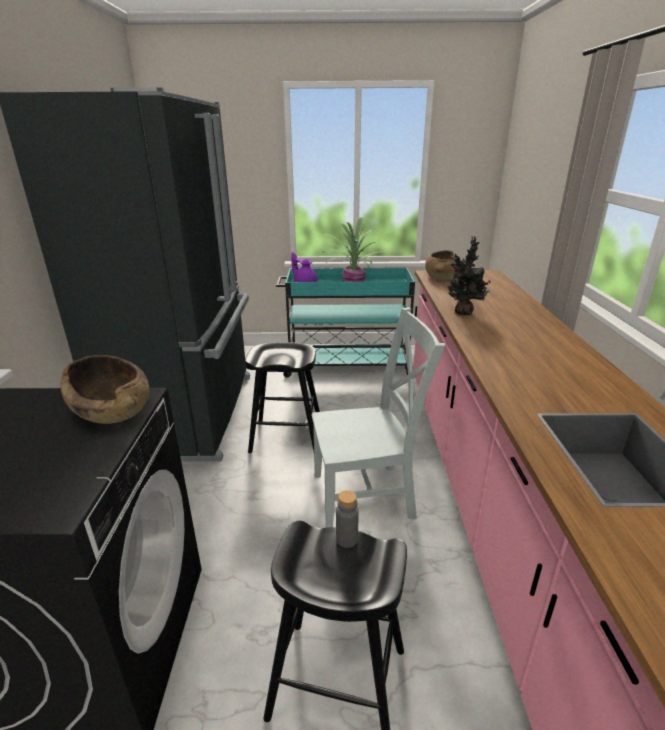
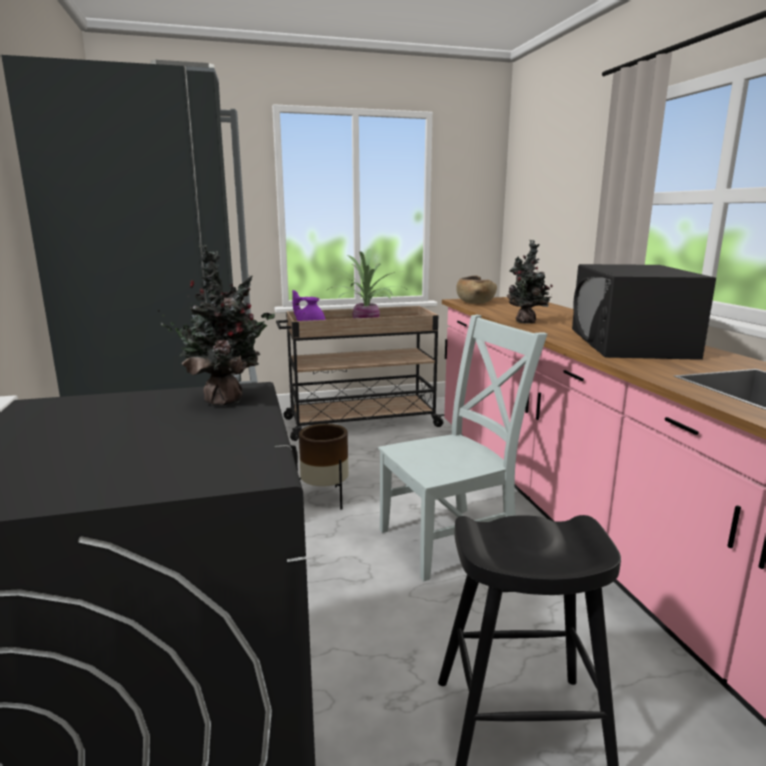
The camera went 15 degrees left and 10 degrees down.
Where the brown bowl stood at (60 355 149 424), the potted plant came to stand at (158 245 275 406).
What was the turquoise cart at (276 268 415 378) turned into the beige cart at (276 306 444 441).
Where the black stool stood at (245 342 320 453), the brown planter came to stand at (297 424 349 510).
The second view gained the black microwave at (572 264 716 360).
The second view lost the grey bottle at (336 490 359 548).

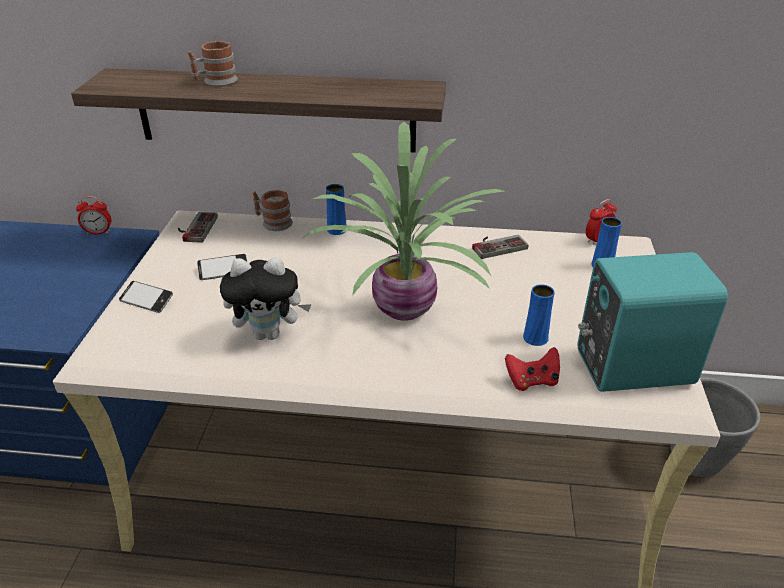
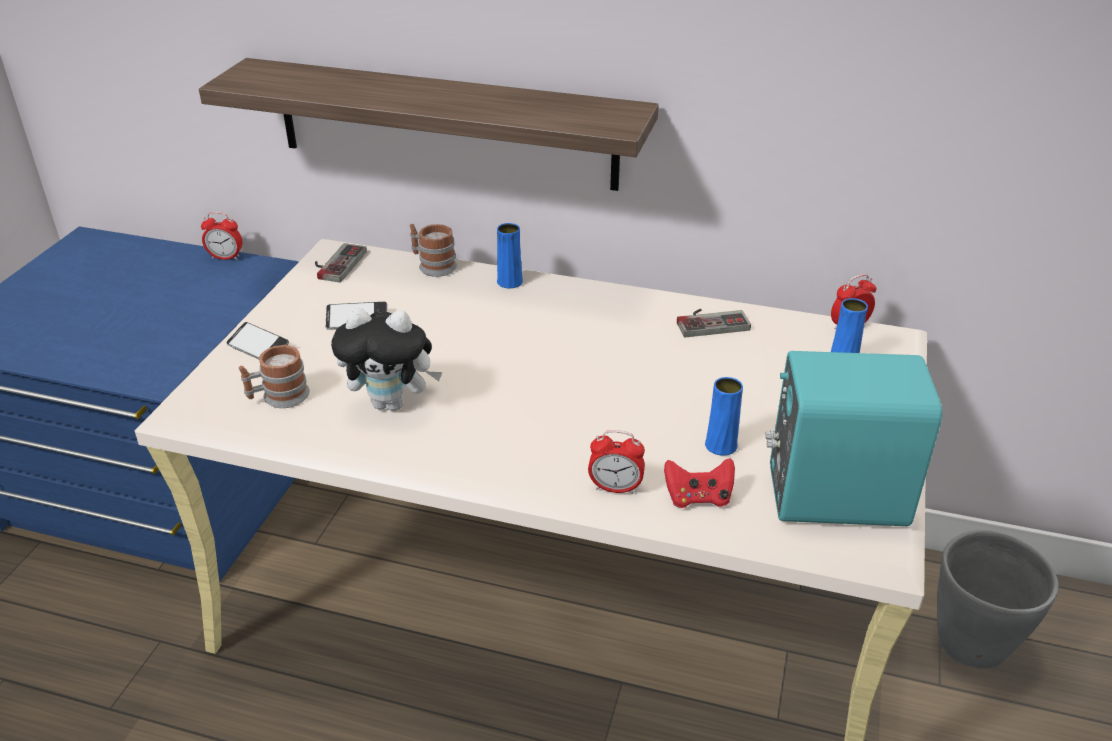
The camera went 10 degrees right and 0 degrees up.
The mug ended up elsewhere, having gone from (188 41 238 86) to (239 345 310 408).
The second view gained the alarm clock at (588 430 645 494).
The second view lost the potted plant at (303 122 505 321).

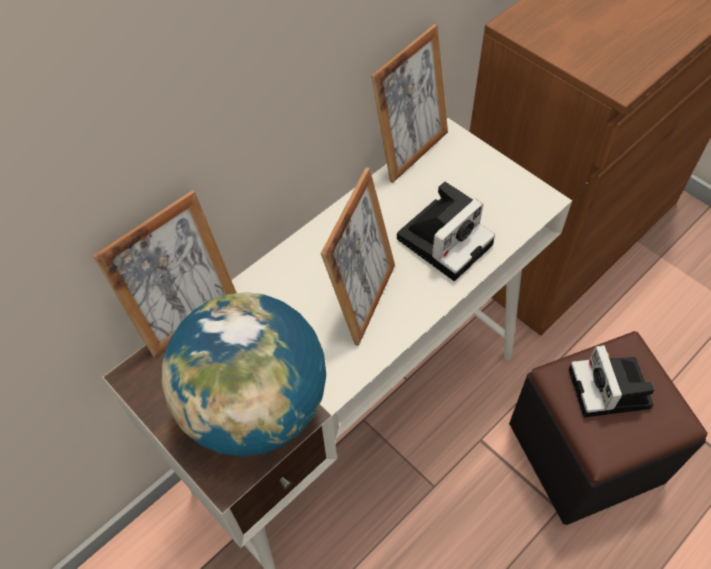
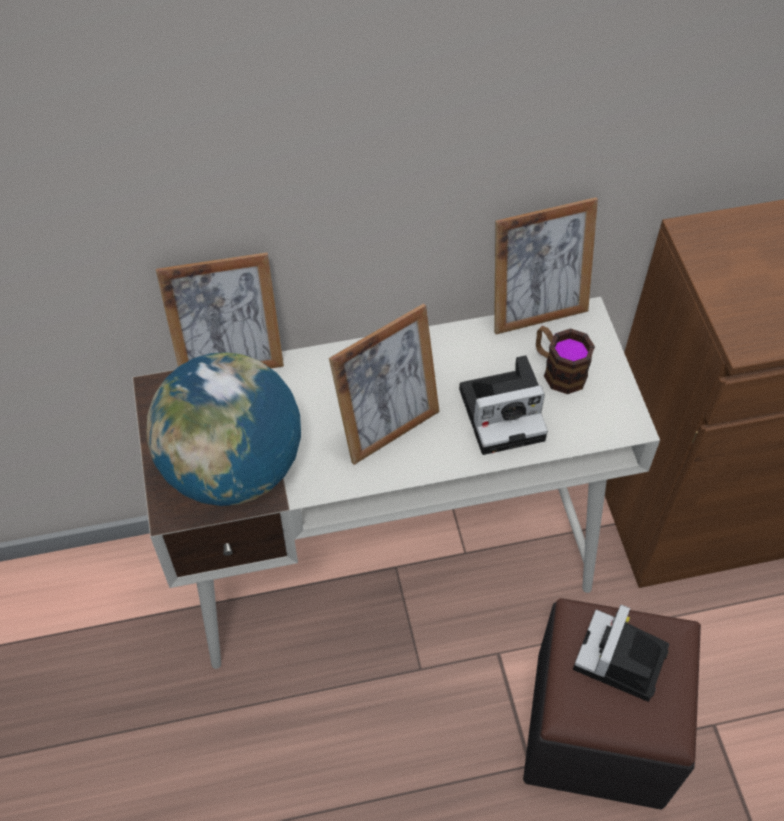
The camera went 30 degrees right and 0 degrees up.
The second view gained the mug at (536 326 595 394).

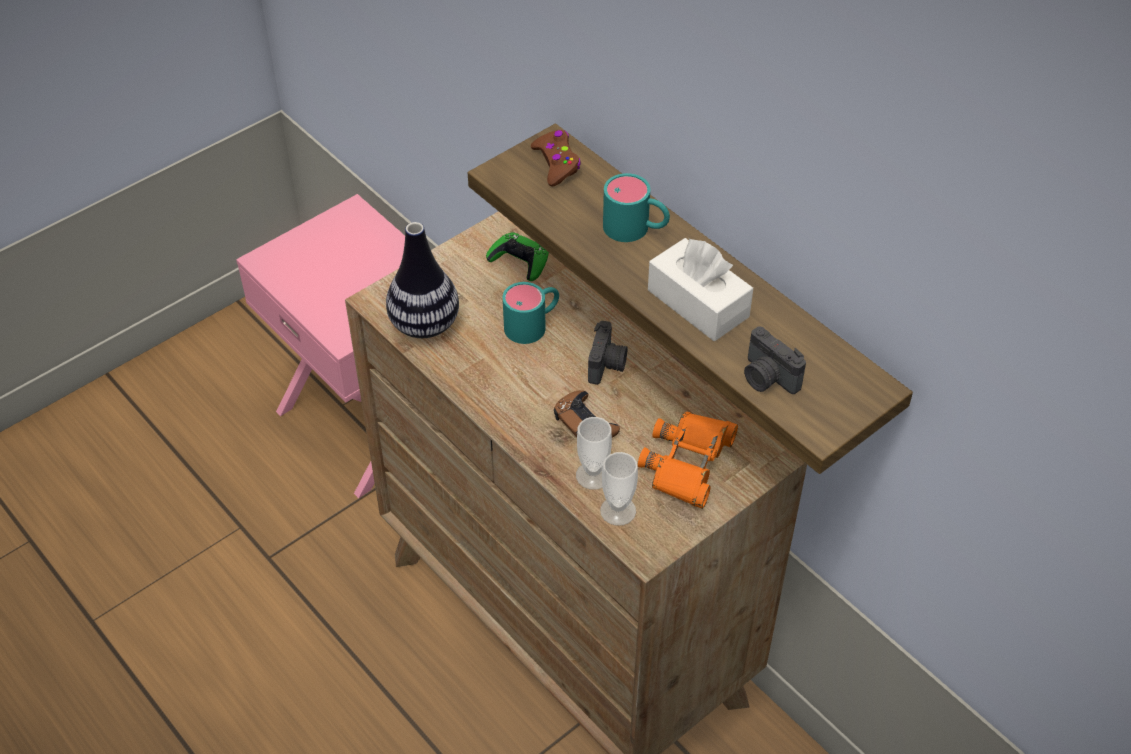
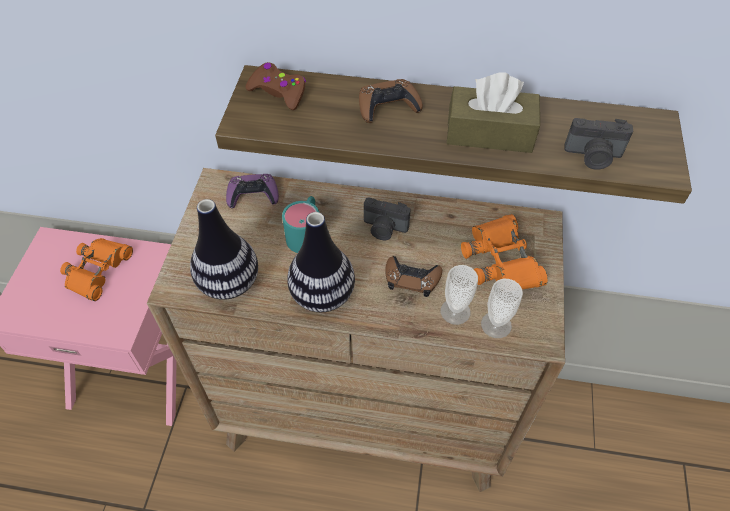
The camera went 40 degrees left and 5 degrees up.
The second view gained the orange binoculars at (60 238 133 301).
What was the green game controller at (486 232 549 281) turned into the purple game controller at (226 174 279 208).
The second view gained the vase at (287 212 355 312).
Where the turquoise mug stood at (603 173 670 242), the brown game controller came to stand at (359 79 423 123).
The photo camera at (588 321 628 385) ended up facing another way, 135 degrees clockwise from before.
What was the white tissue box at (648 238 753 341) turned into the brown tissue box at (447 72 540 153).

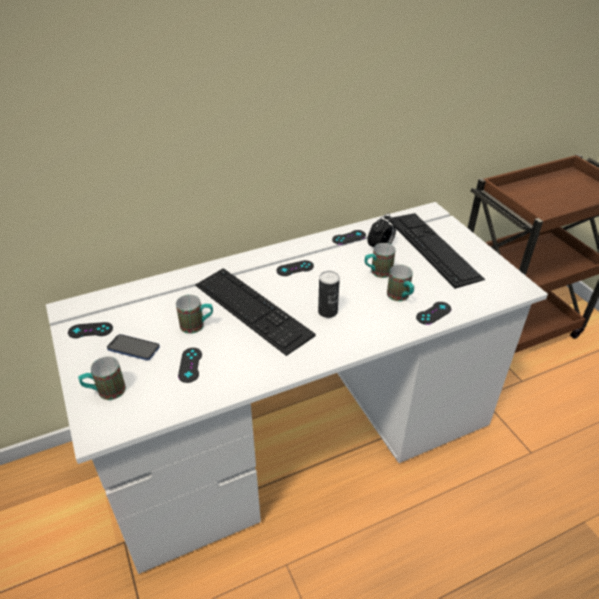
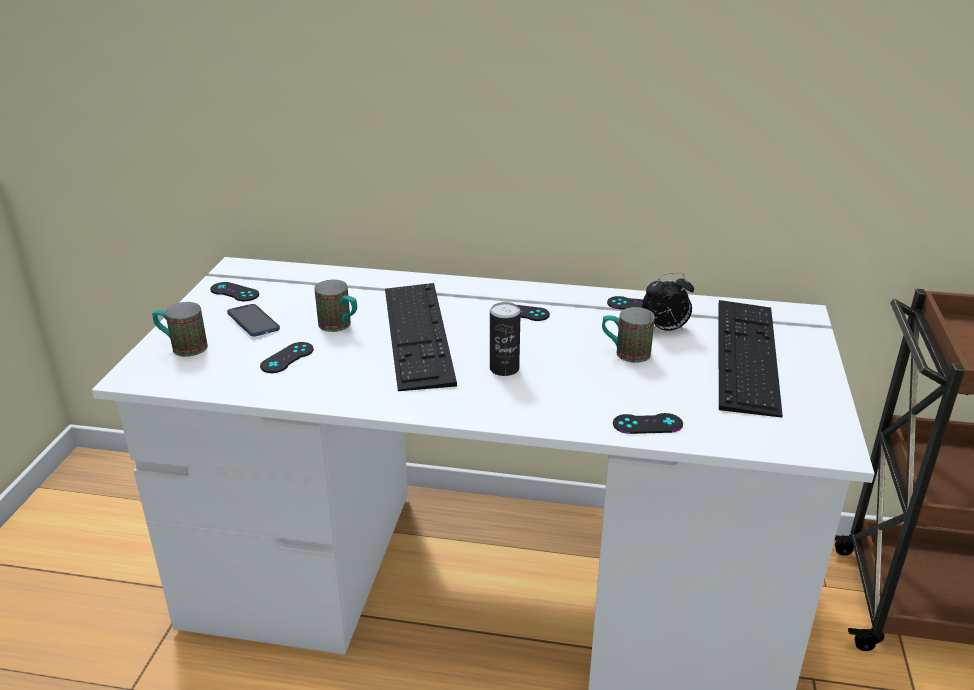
The camera went 35 degrees right and 10 degrees down.
The second view lost the mug at (387 265 414 301).

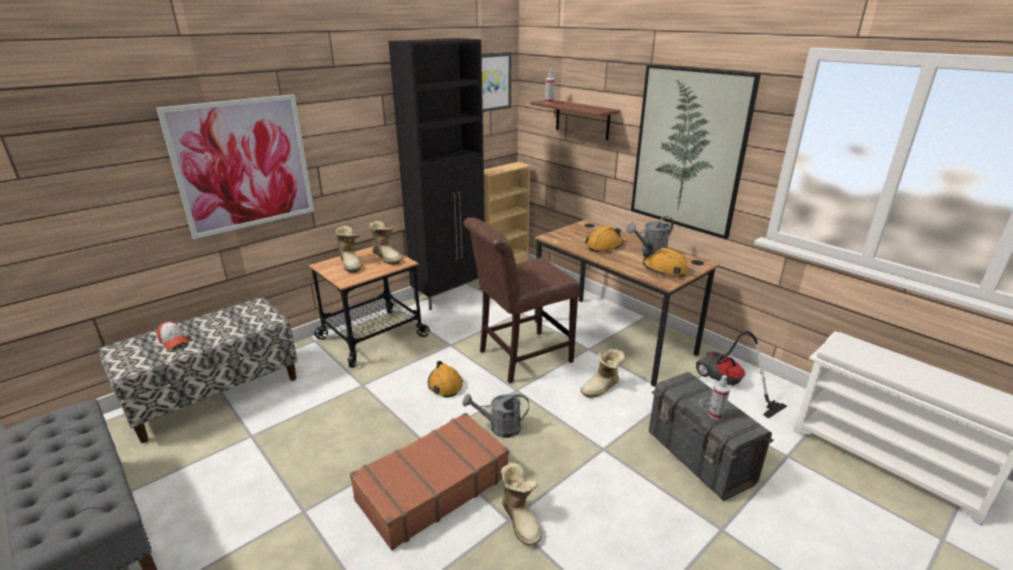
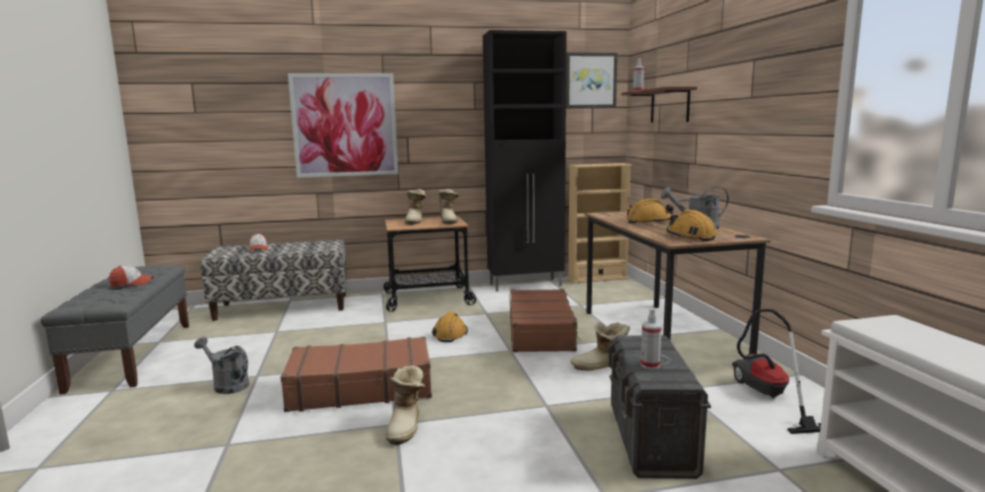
The camera went 30 degrees right and 15 degrees down.
The second view gained the cap at (109 265 154 287).
The grey watering can ended up elsewhere, having gone from (462 394 529 438) to (194 337 249 394).
Where the brown chair stood at (464 218 580 383), the brown suitcase came to stand at (509 289 581 352).
The second view lost the picture at (631 65 761 239).

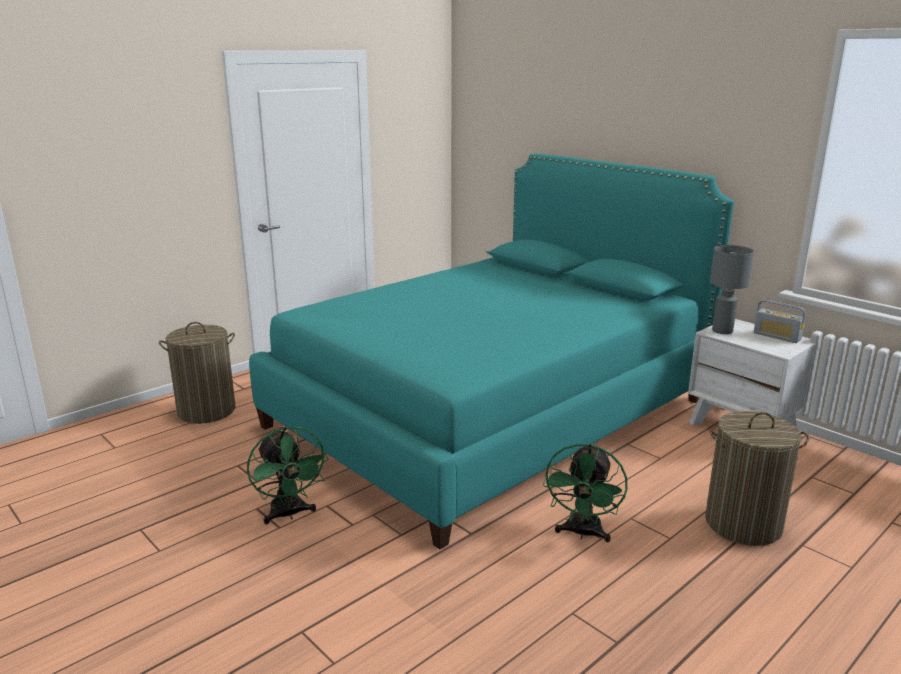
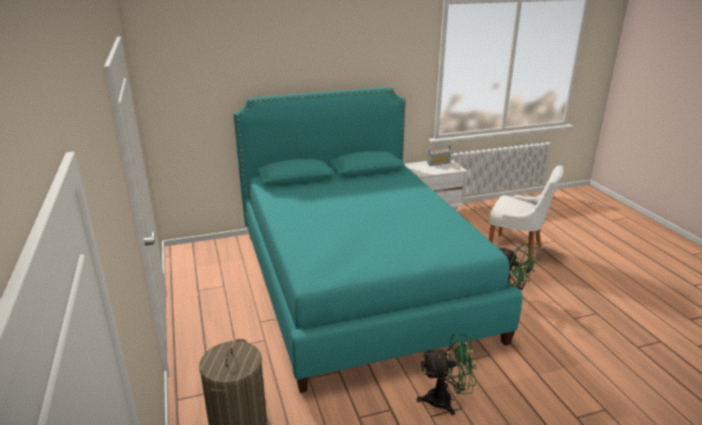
The camera went 65 degrees left and 5 degrees up.
Where the laundry basket stood at (705 411 809 546), the white chair came to stand at (489 165 563 263).
The second view lost the grey table lamp at (710 245 754 334).

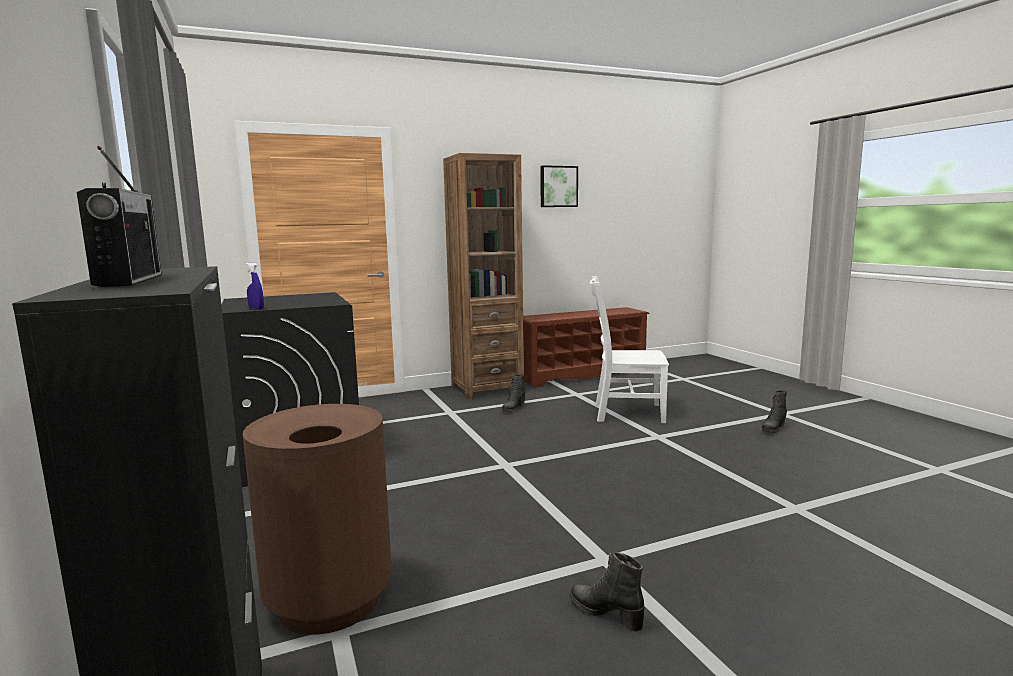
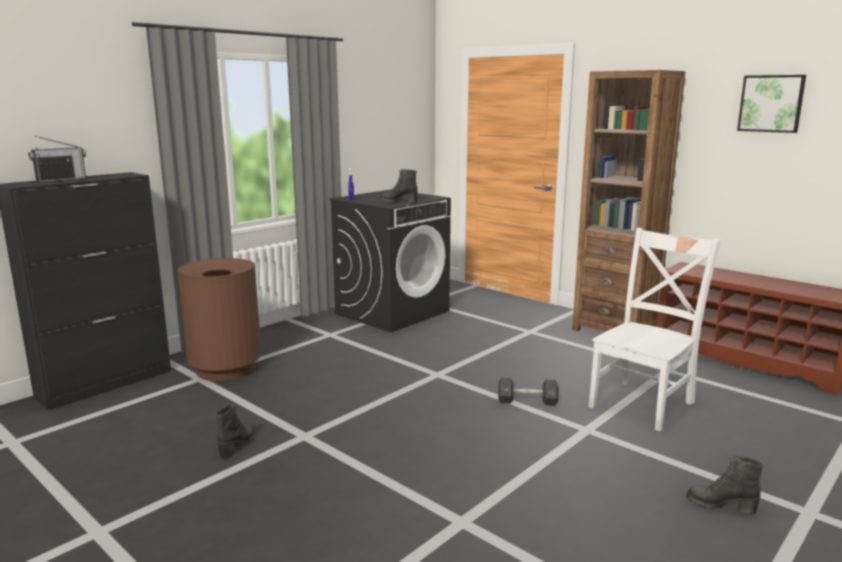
The camera went 65 degrees right and 5 degrees up.
The black boot ended up elsewhere, having gone from (502 374 525 412) to (380 169 418 203).
The second view gained the black dumbbell at (498 378 559 406).
The white chair at (590 276 669 423) ended up facing another way, 60 degrees clockwise from before.

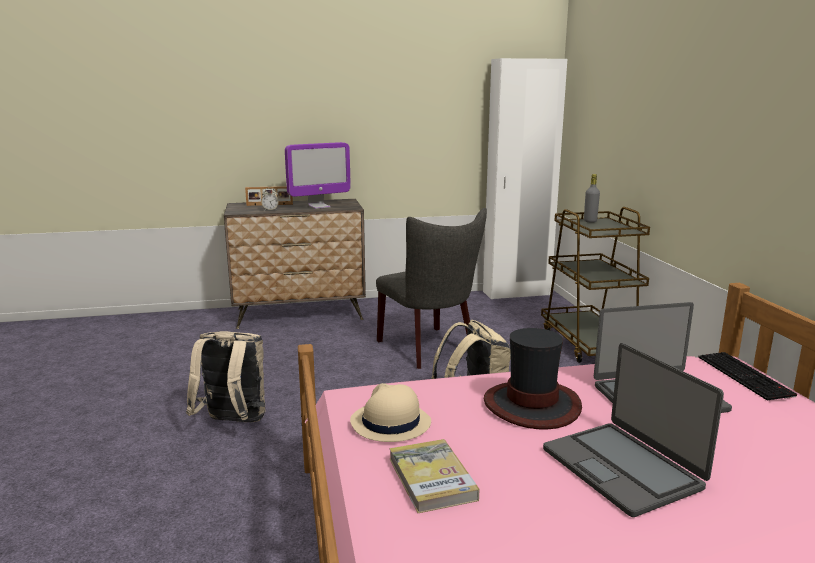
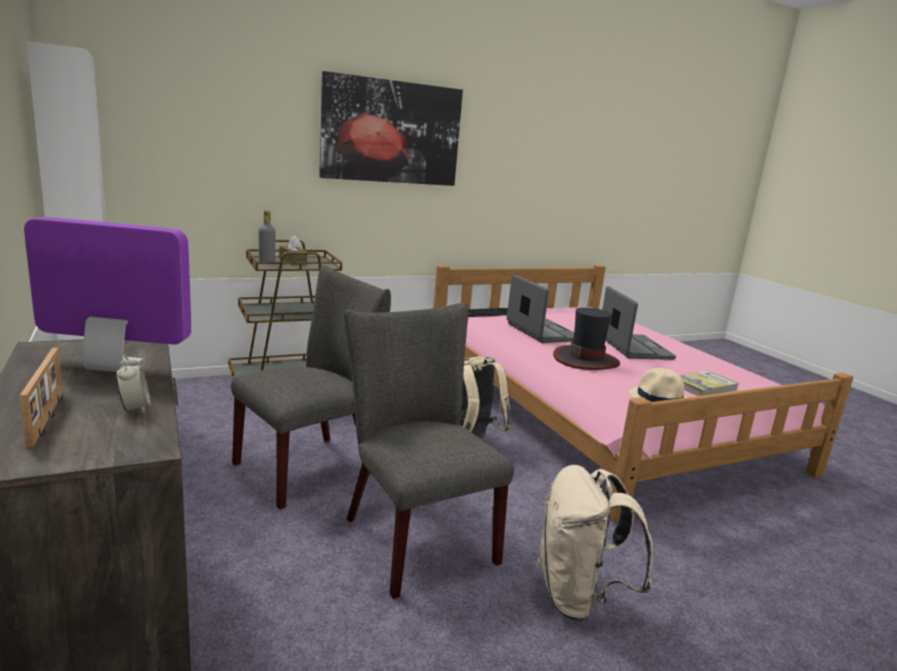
The camera went 105 degrees left and 0 degrees up.
The monitor at (285 142 351 209) ended up facing another way, 45 degrees counterclockwise from before.
The second view gained the brown tissue box at (279 235 307 265).
The second view gained the picture at (319 71 463 186).
The second view gained the grey chair at (344 303 514 599).
The laptop at (543 343 724 517) ended up facing another way, 60 degrees counterclockwise from before.

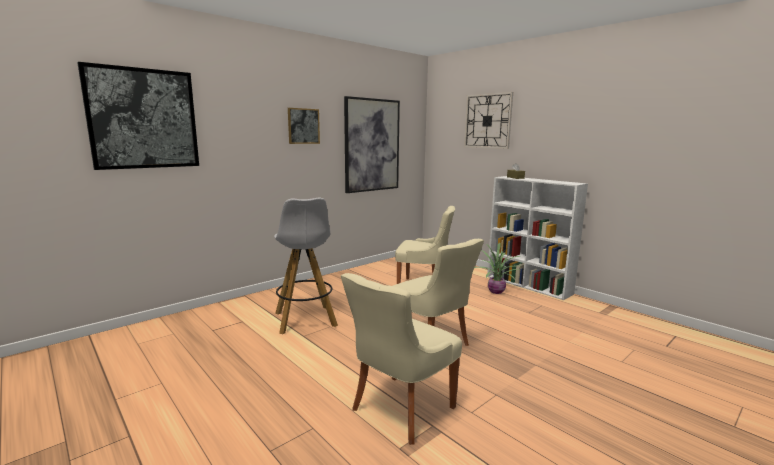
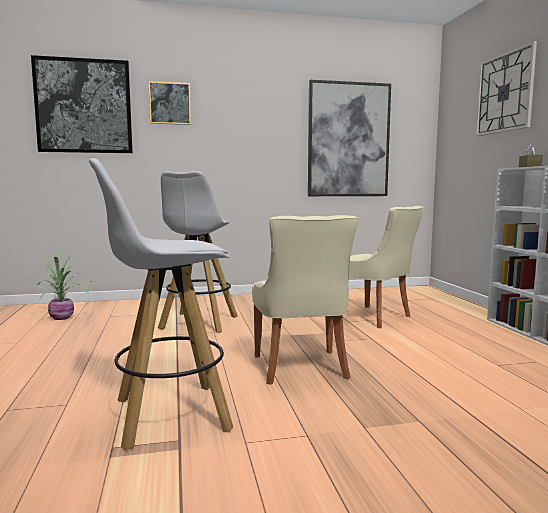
The camera went 30 degrees right and 5 degrees down.
The potted plant ended up elsewhere, having gone from (474 243 522 294) to (21 252 91 320).
Where the beige chair stood at (341 273 462 445), the white stool came to stand at (89 158 233 451).
The picture ended up elsewhere, having gone from (288 108 320 144) to (148 81 191 125).

